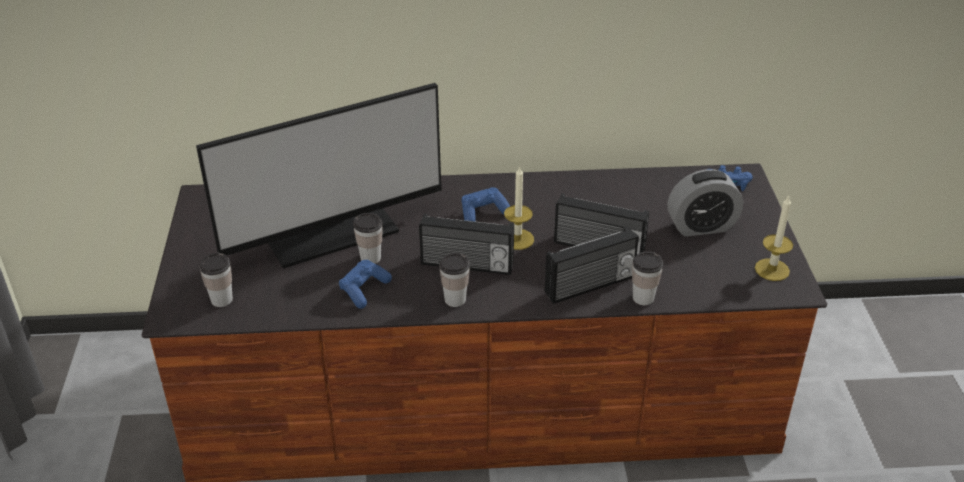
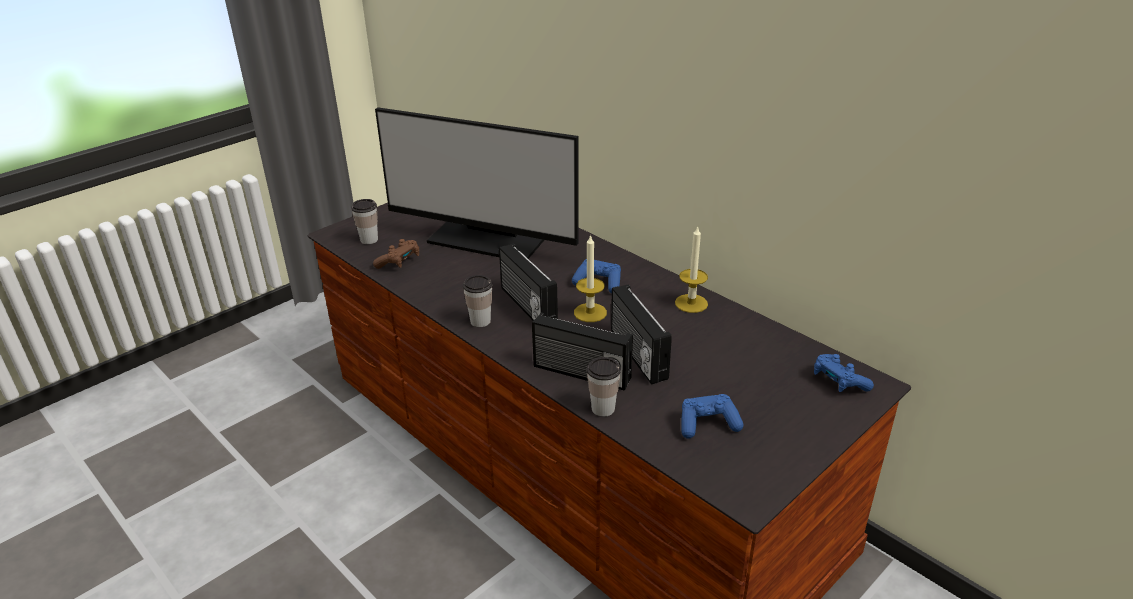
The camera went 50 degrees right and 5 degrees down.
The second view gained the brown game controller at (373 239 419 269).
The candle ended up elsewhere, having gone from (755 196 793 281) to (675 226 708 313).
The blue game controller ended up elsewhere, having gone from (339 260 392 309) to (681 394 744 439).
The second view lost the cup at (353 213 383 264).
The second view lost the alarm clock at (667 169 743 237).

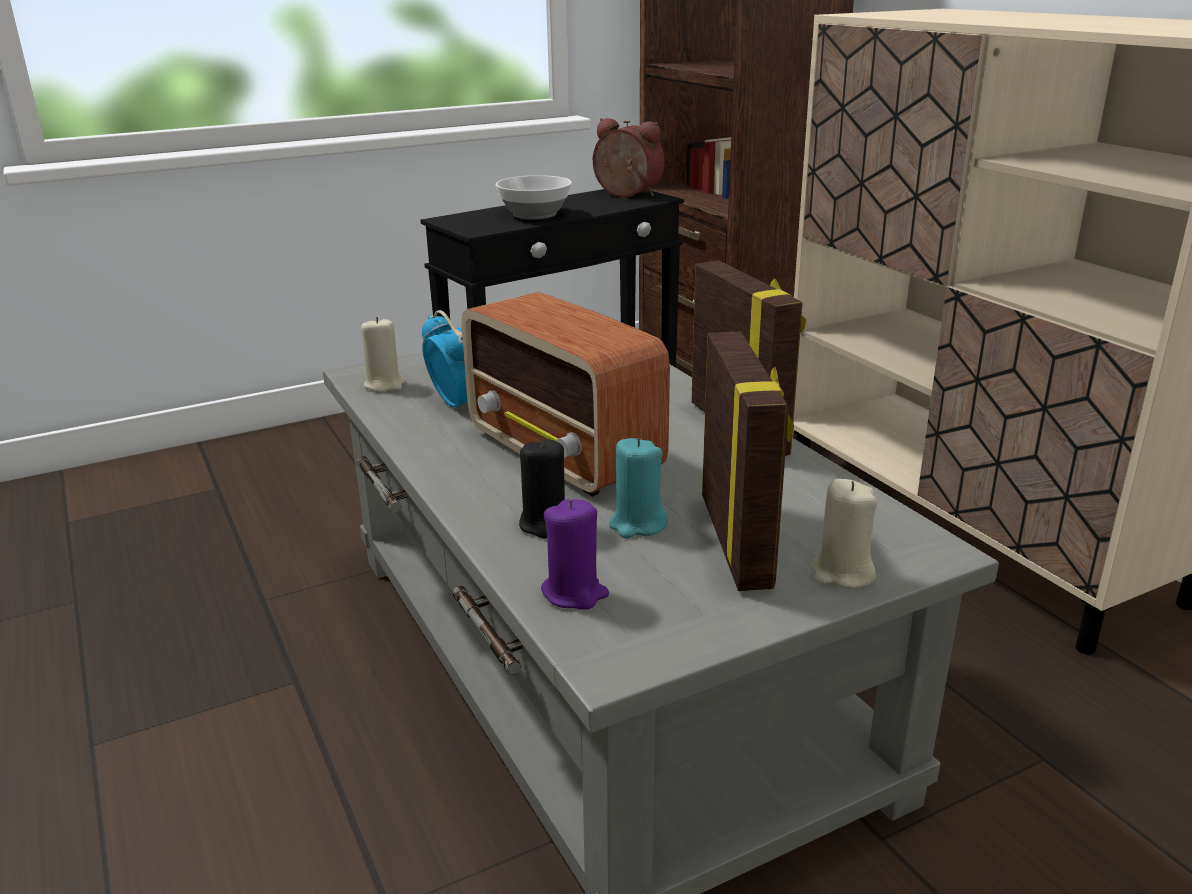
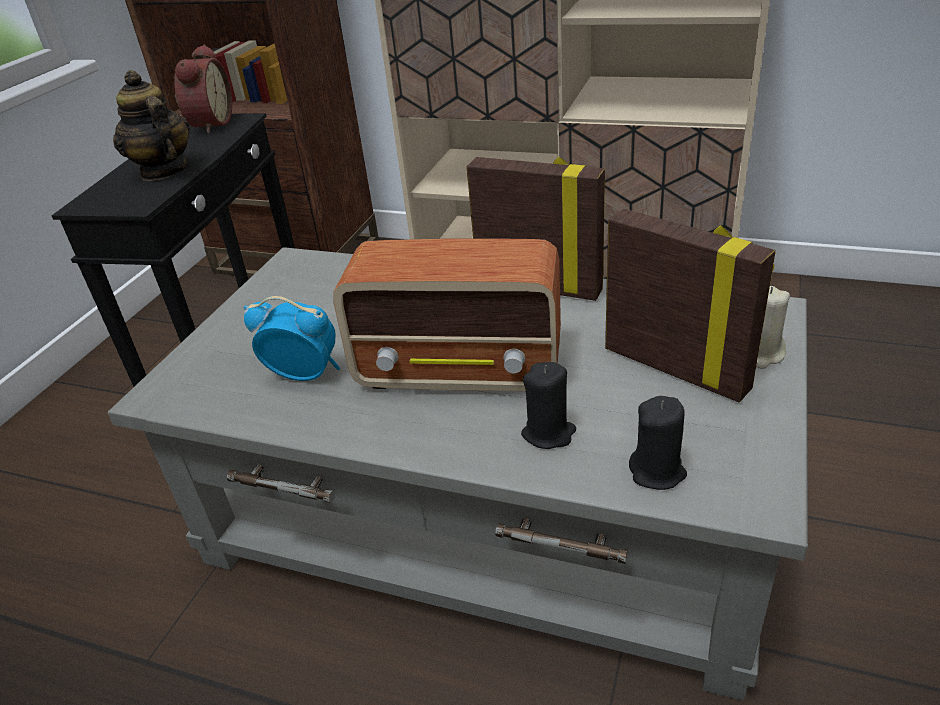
The camera went 40 degrees left and 10 degrees up.
Where the bowl stood at (496 175 572 220), the teapot came to stand at (113 70 190 181).
The alarm clock at (593 118 664 197) ended up facing another way, 105 degrees clockwise from before.
What was the purple candle at (541 499 609 610) turned into the black candle at (629 396 687 490).
The second view lost the beige candle at (361 317 405 393).
The second view lost the turquoise candle at (609 438 668 538).

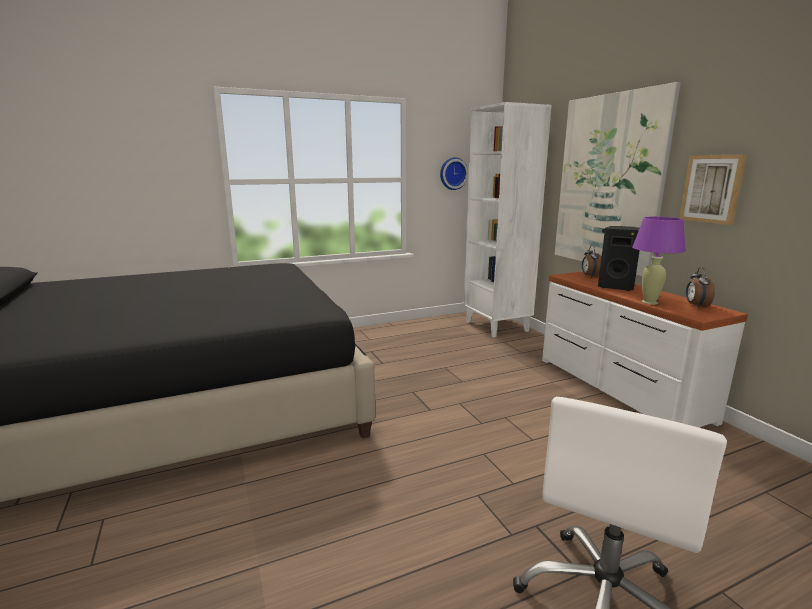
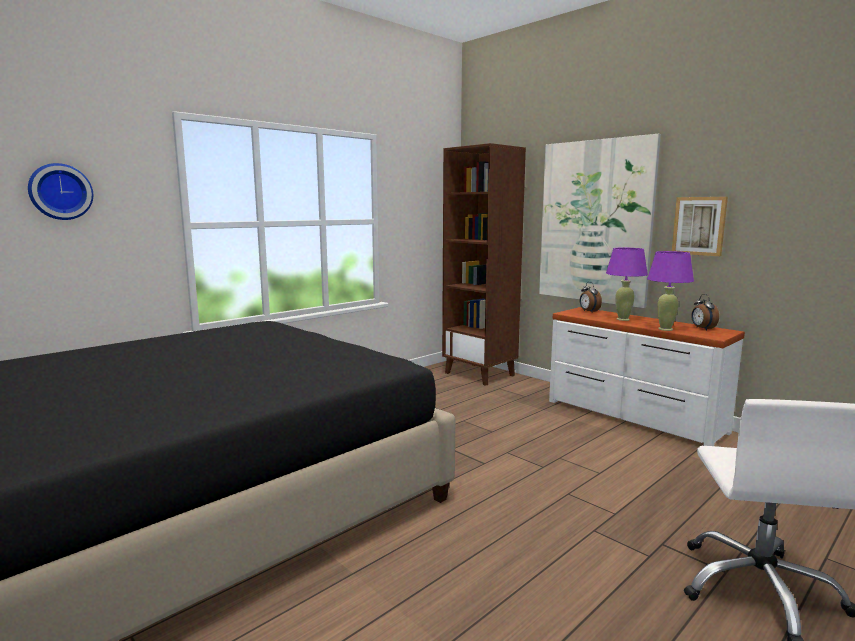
The camera went 20 degrees left and 5 degrees down.
The wall clock ended up elsewhere, having gone from (440 157 468 190) to (28 163 93 220).
What was the white bookcase at (464 102 552 338) turned into the brown bookcase at (442 143 526 386).
Where the black speaker stood at (598 226 640 291), the purple table lamp came to stand at (606 248 648 321).

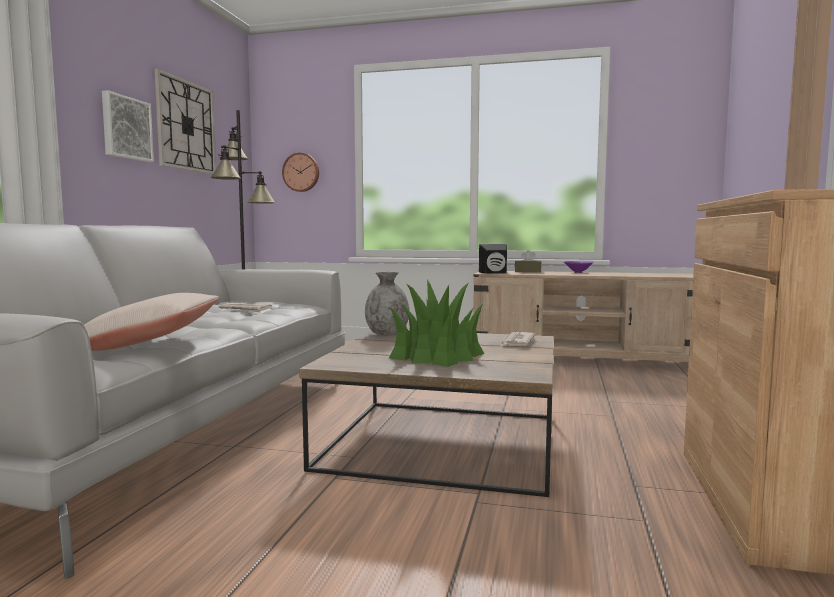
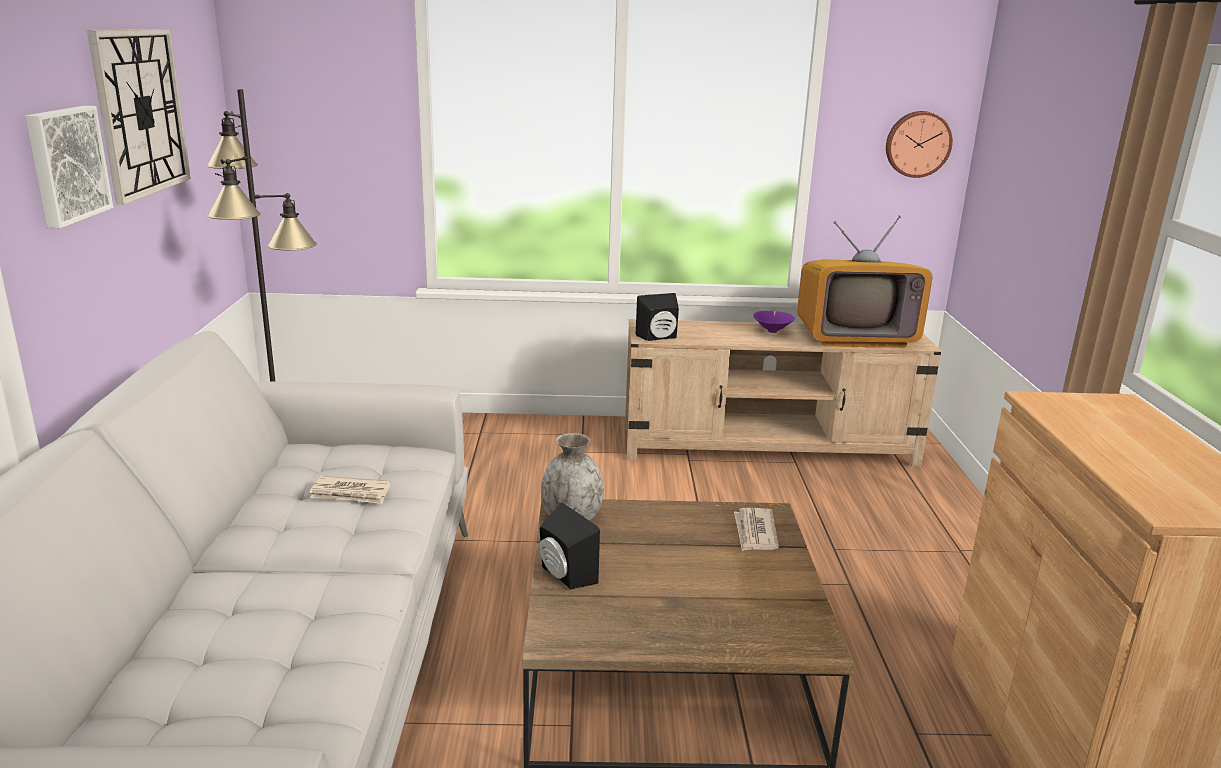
The camera went 15 degrees left and 15 degrees up.
The second view gained the black speaker at (539 502 600 589).
The second view gained the television at (797 215 932 348).
The wall clock ended up elsewhere, having gone from (282 153 319 192) to (886 111 953 178).
The second view lost the beige pillow at (84 293 219 351).
The second view lost the potted plant at (388 279 484 367).
The second view lost the brown tissue box at (515 250 542 273).

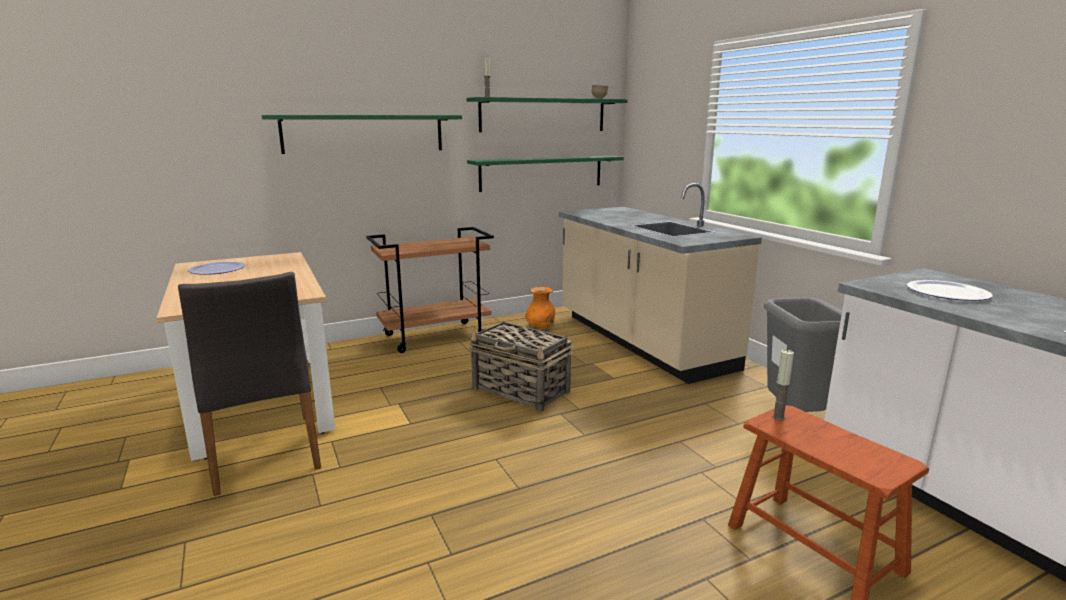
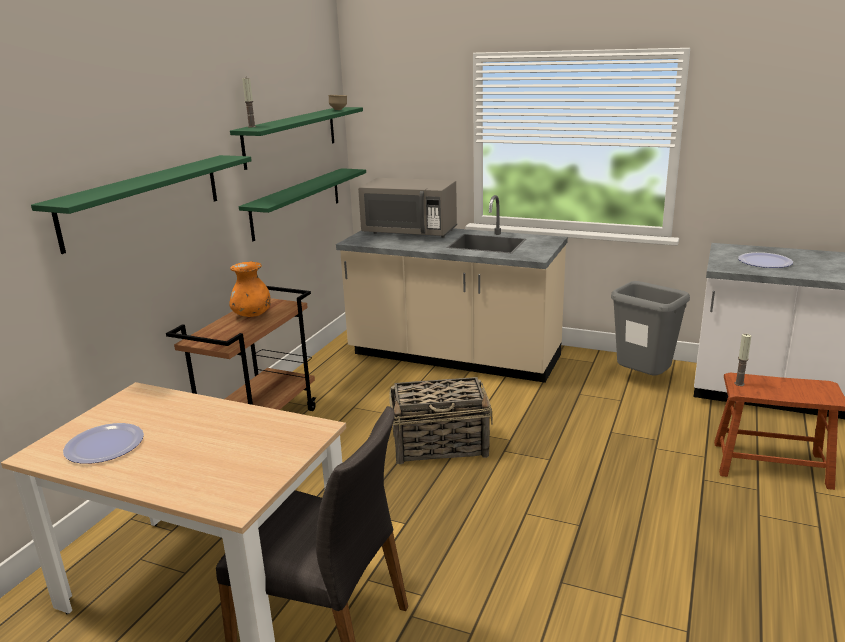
The camera went 40 degrees left and 5 degrees up.
The orange vase ended up elsewhere, having gone from (525 287 555 328) to (229 262 271 317).
The second view gained the grey microwave at (358 178 457 238).

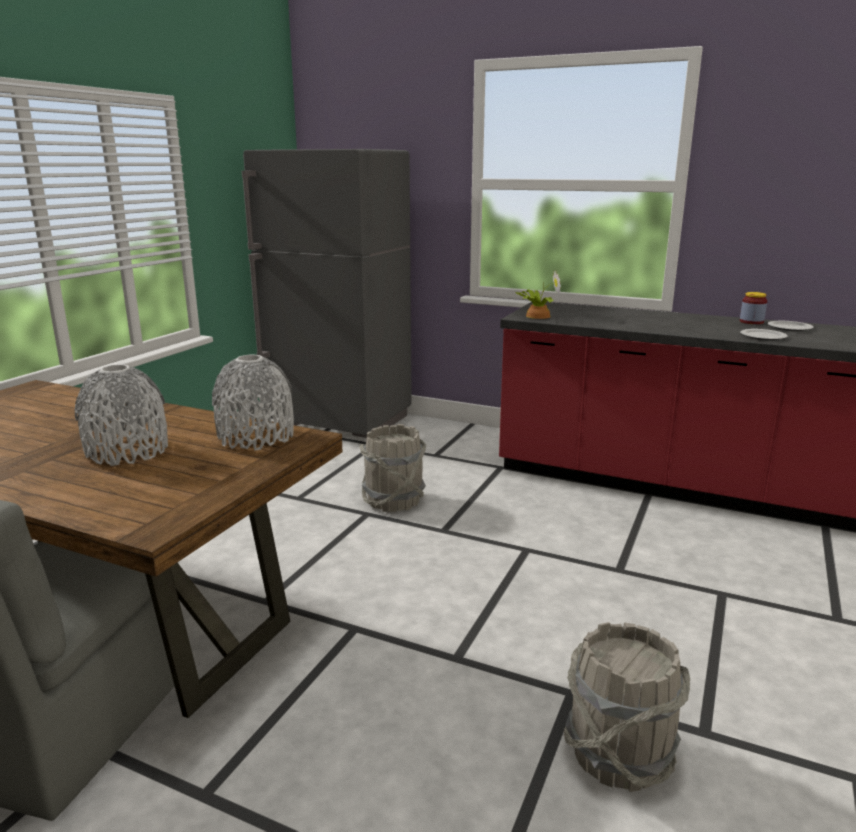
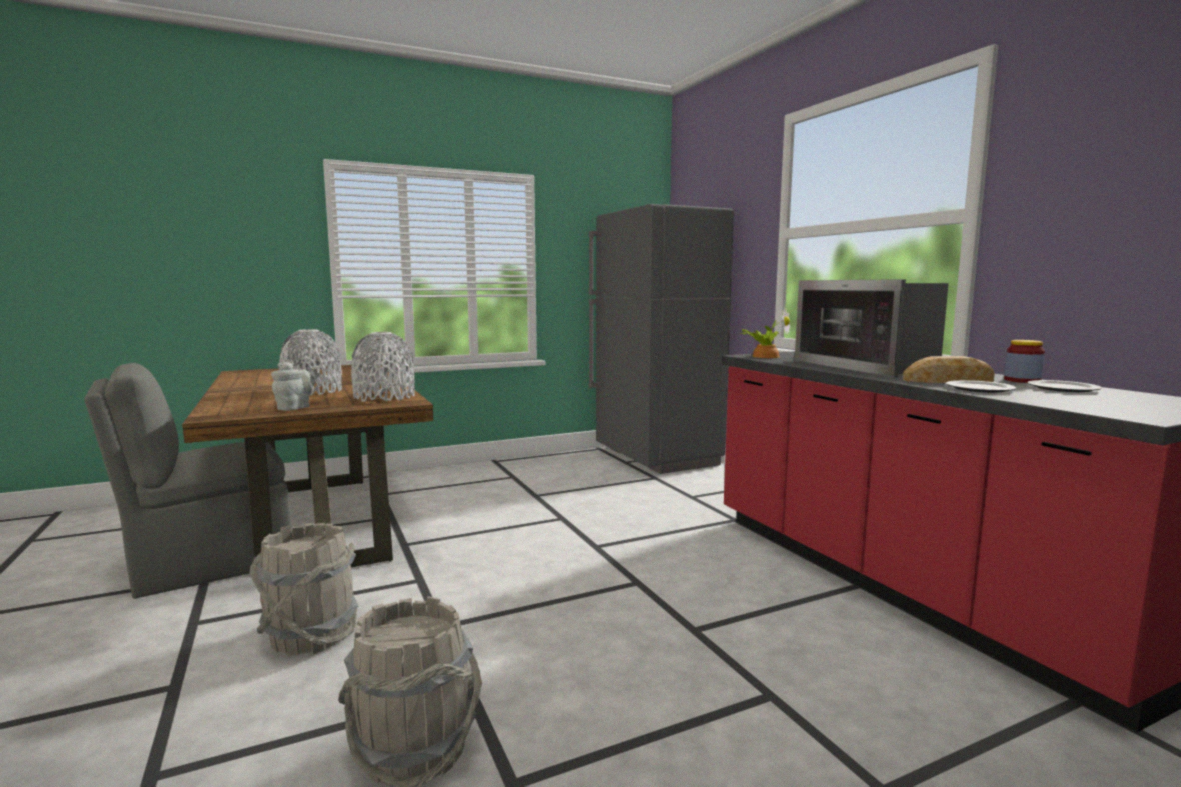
The camera went 40 degrees right and 10 degrees down.
The grey bucket ended up elsewhere, having gone from (359 424 426 512) to (249 523 359 655).
The second view gained the grey teapot at (271 362 317 411).
The second view gained the microwave at (795 279 949 378).
The second view gained the bread at (903 356 995 383).

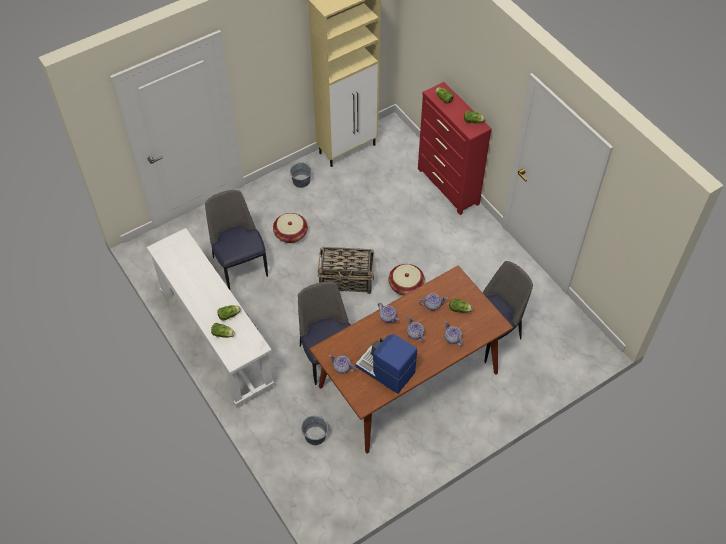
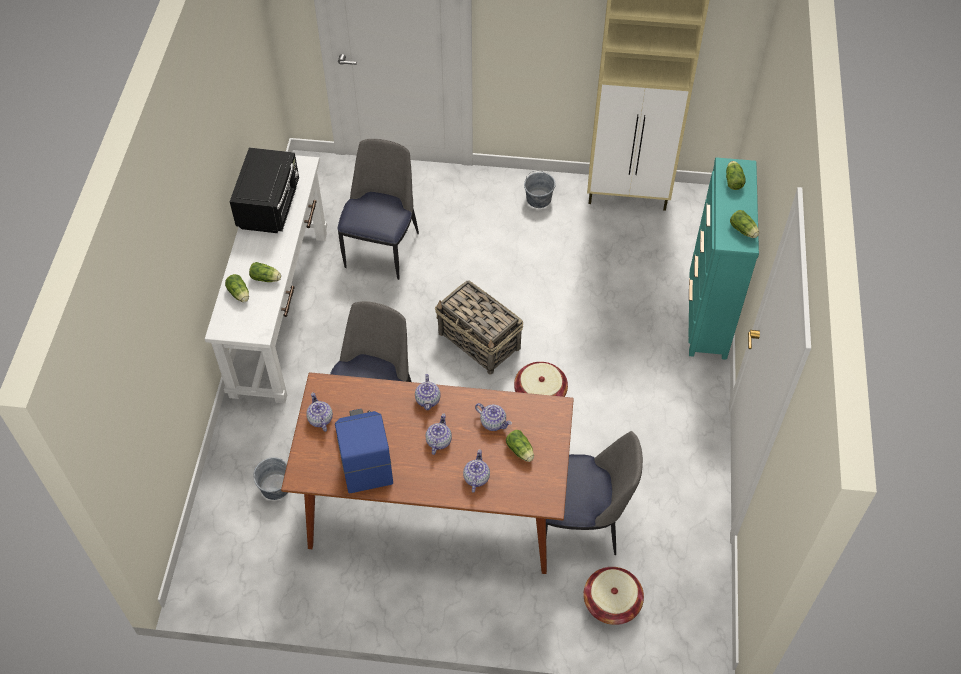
The camera went 40 degrees right and 0 degrees up.
The second view gained the black microwave at (230 148 299 233).
The basket ended up elsewhere, having gone from (273 213 308 243) to (583 567 644 625).
What was the red dresser at (418 82 492 215) turned into the turquoise dresser at (688 157 759 360).

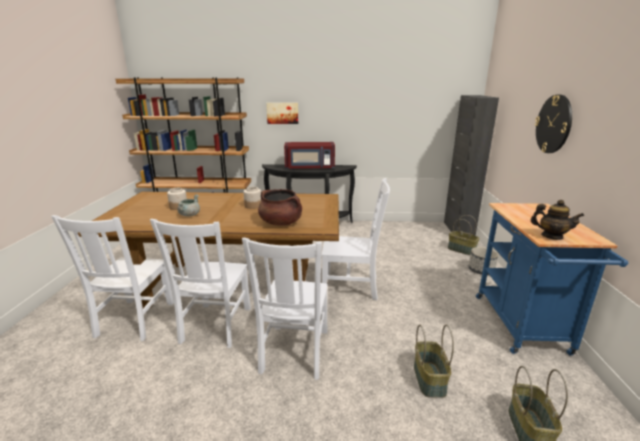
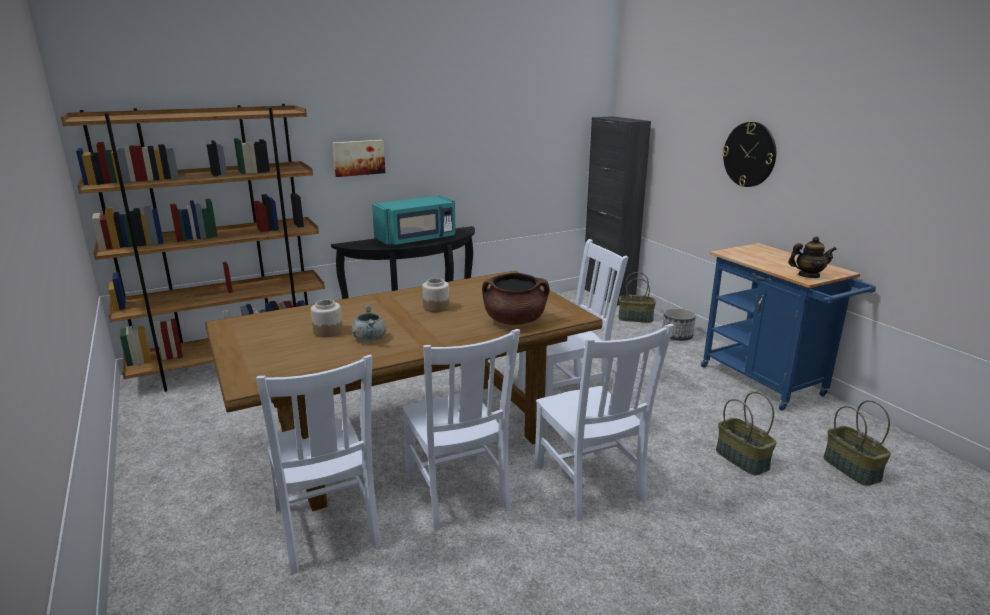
The camera went 30 degrees left and 0 degrees up.
What was the red microwave at (284 142 335 170) turned into the turquoise microwave at (372 195 456 246).

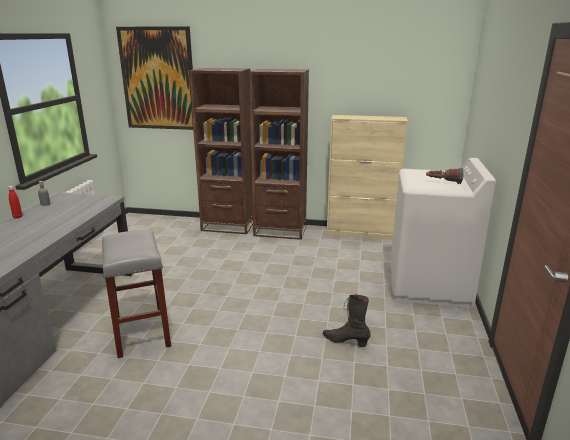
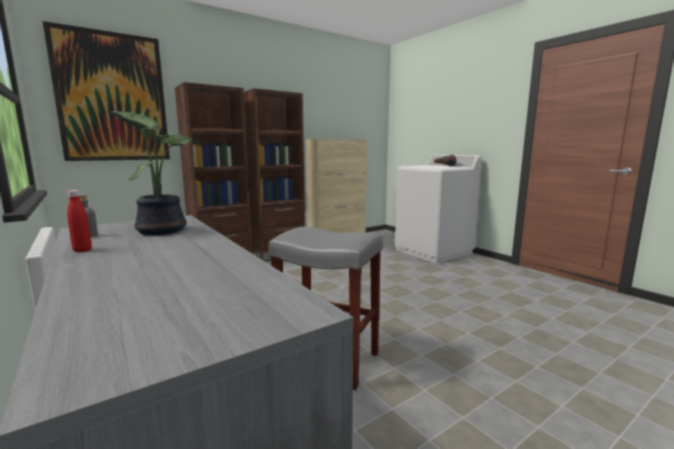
The camera went 45 degrees left and 10 degrees down.
The second view gained the potted plant at (107 111 199 235).
The second view lost the black boot at (323 294 371 347).

